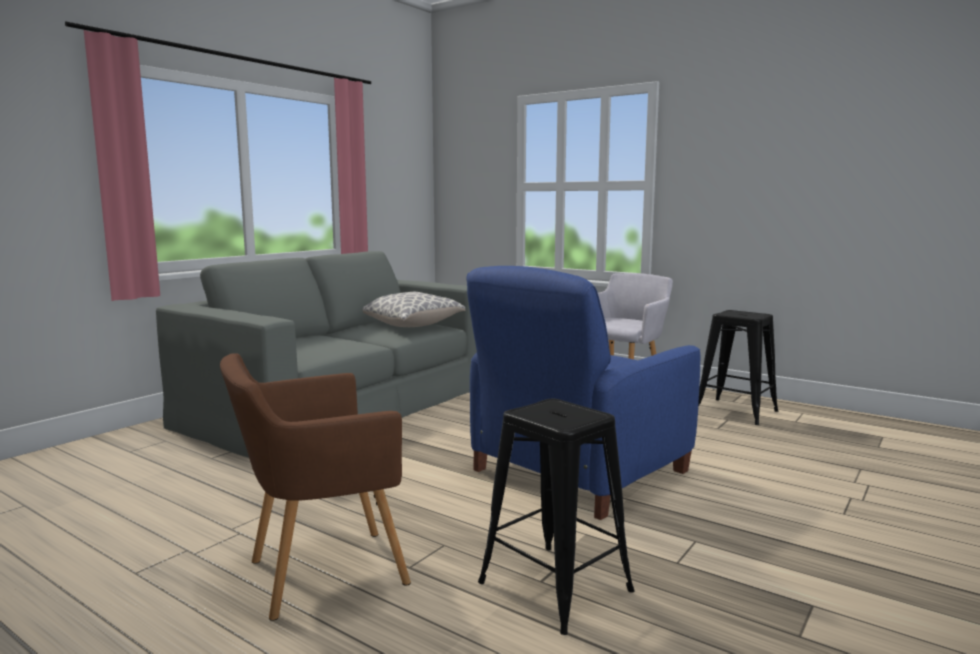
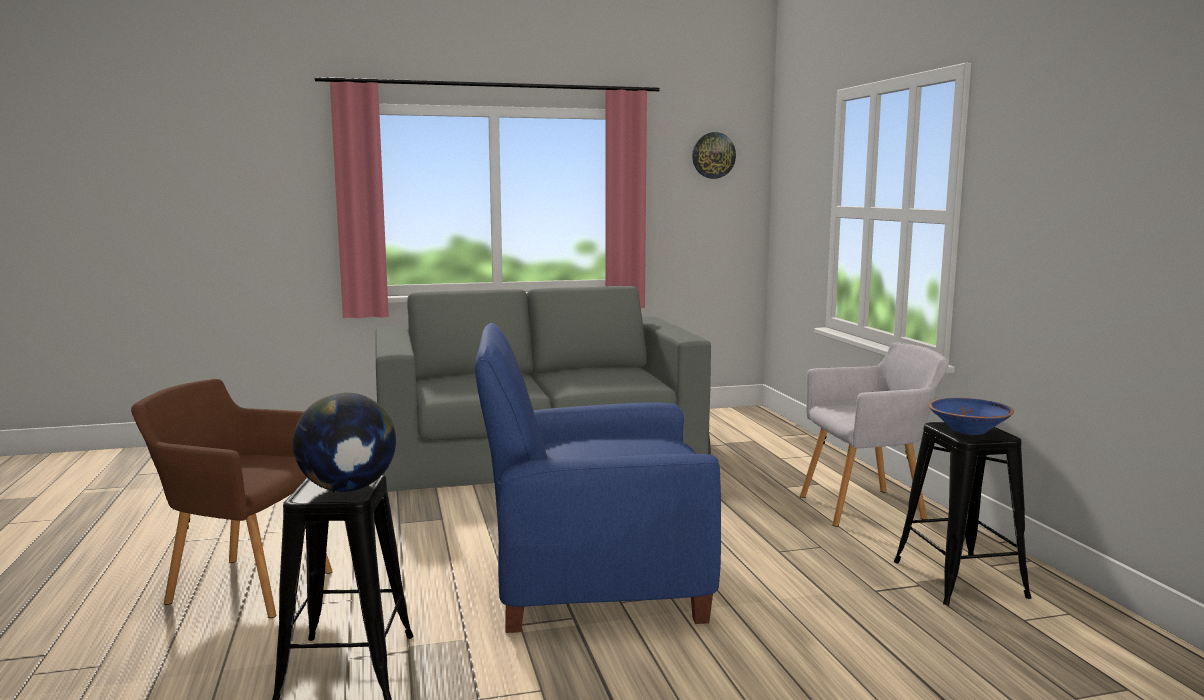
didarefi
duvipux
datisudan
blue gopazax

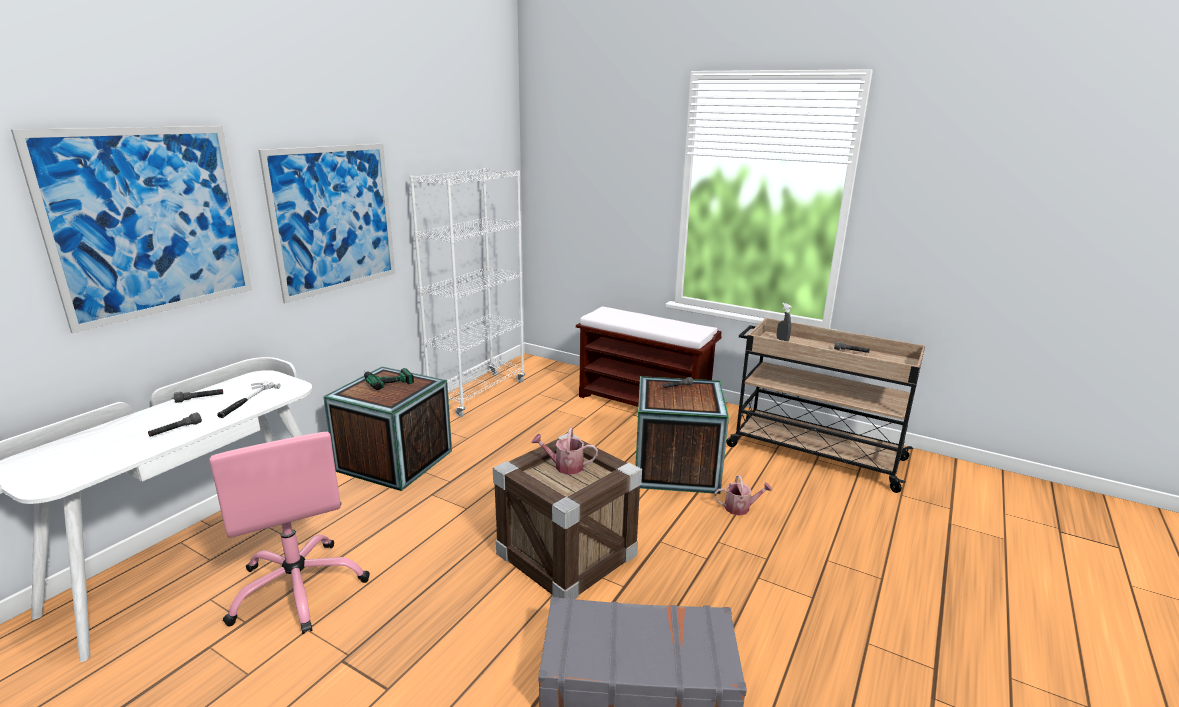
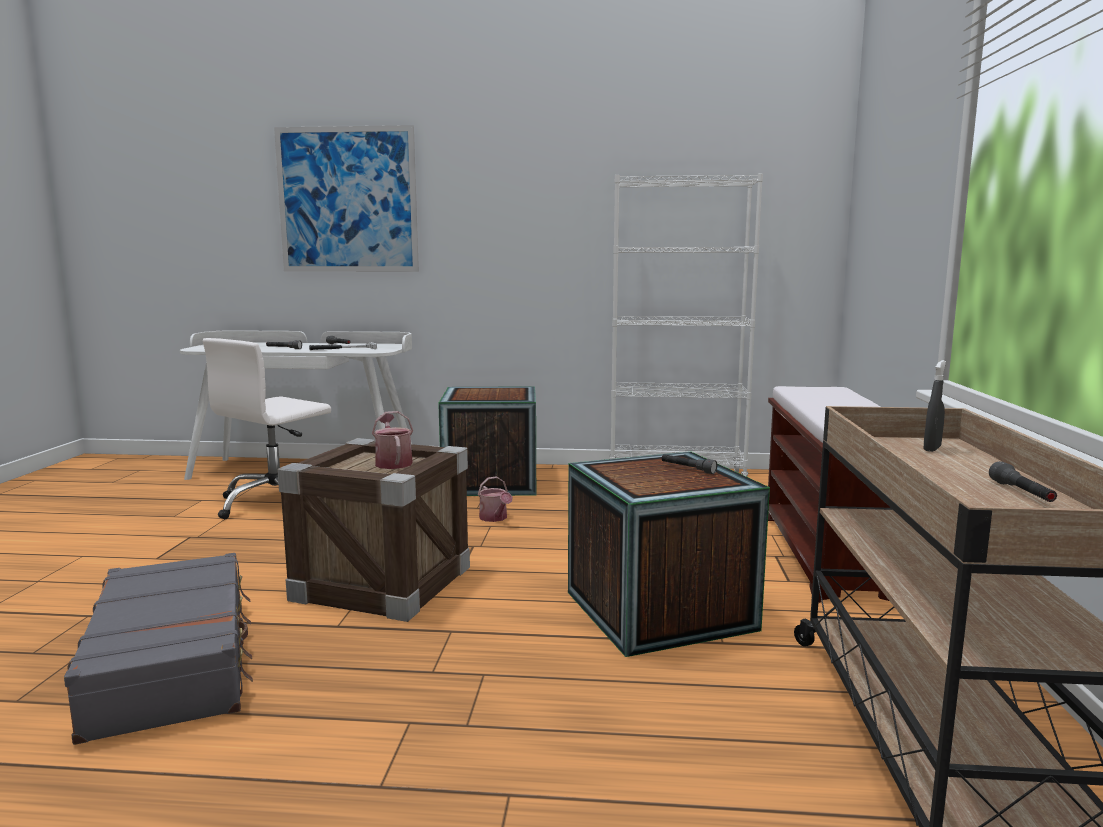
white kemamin
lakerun (2nd from left in the first image)
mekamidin
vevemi (2nd from left)

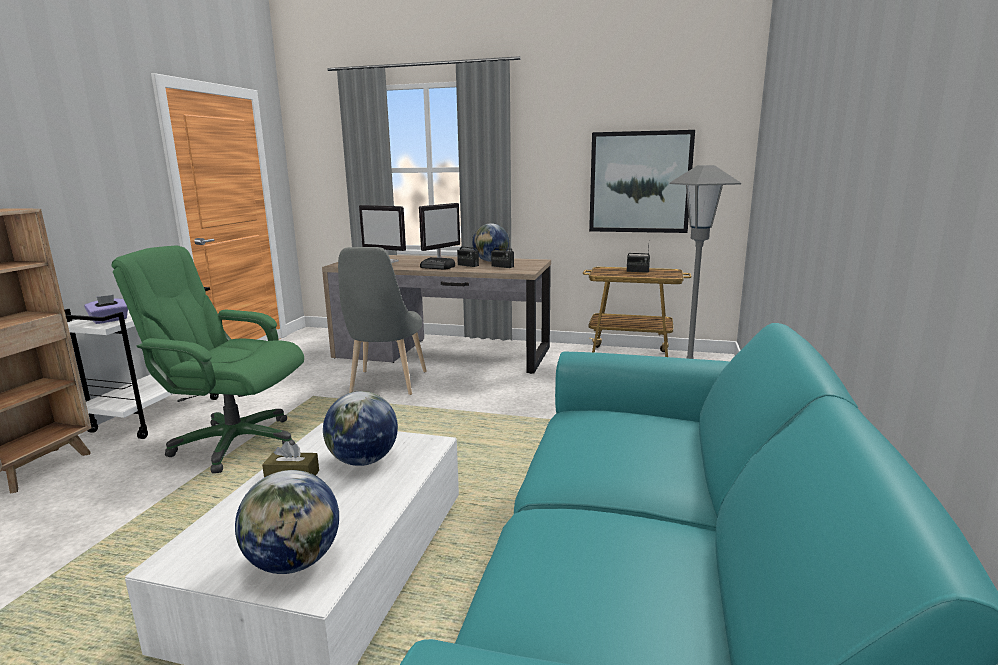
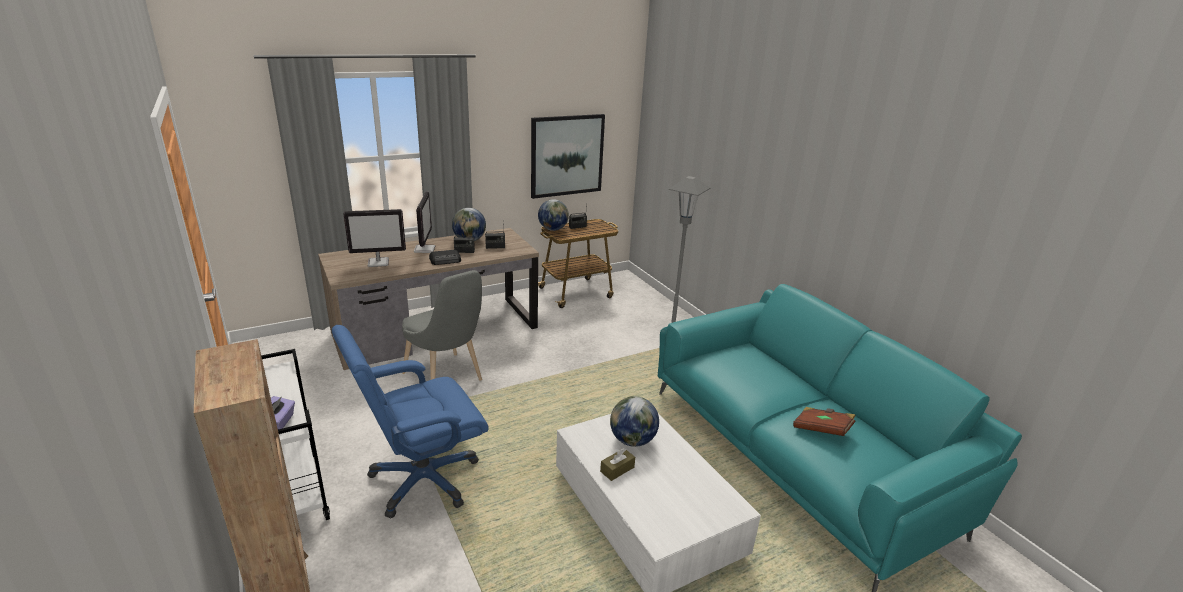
blue kemamin
duvipux (2nd from left)
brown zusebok

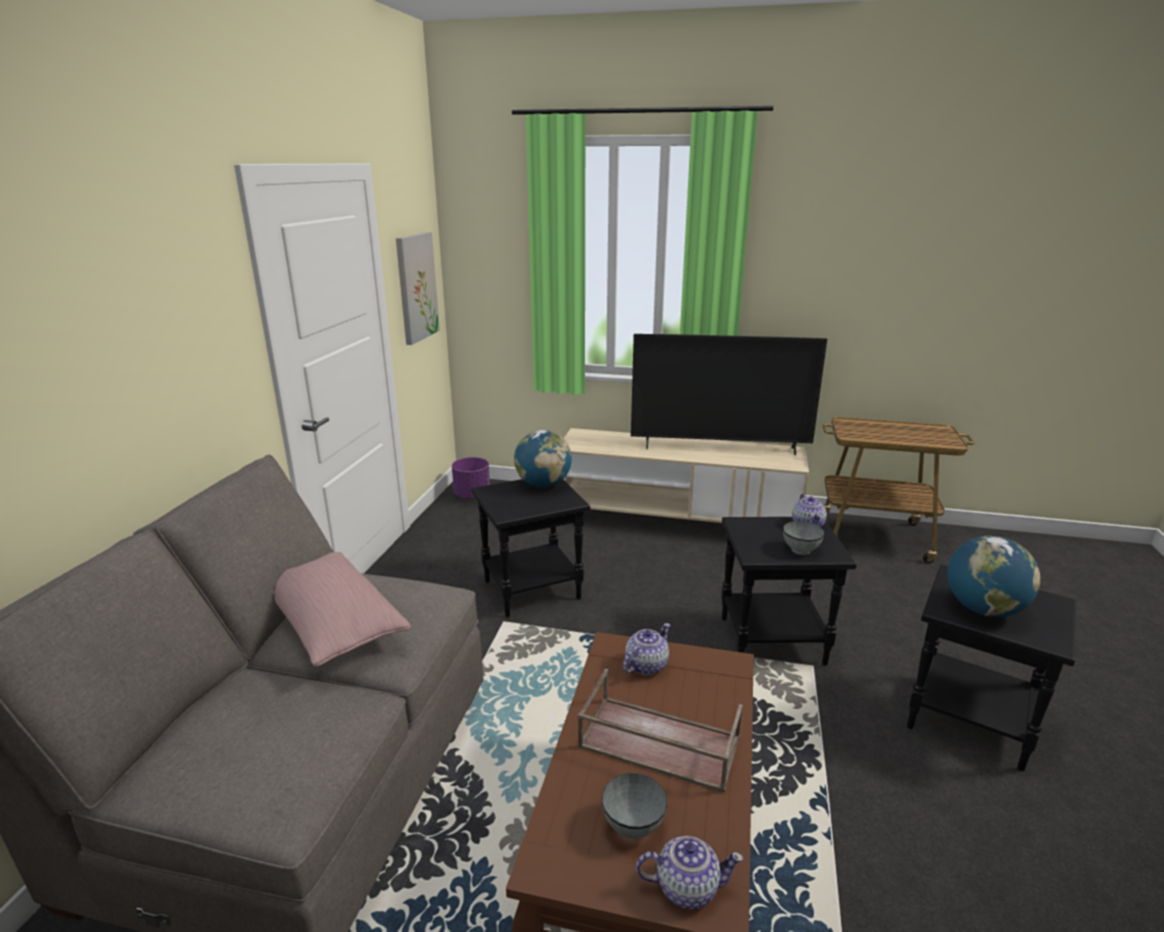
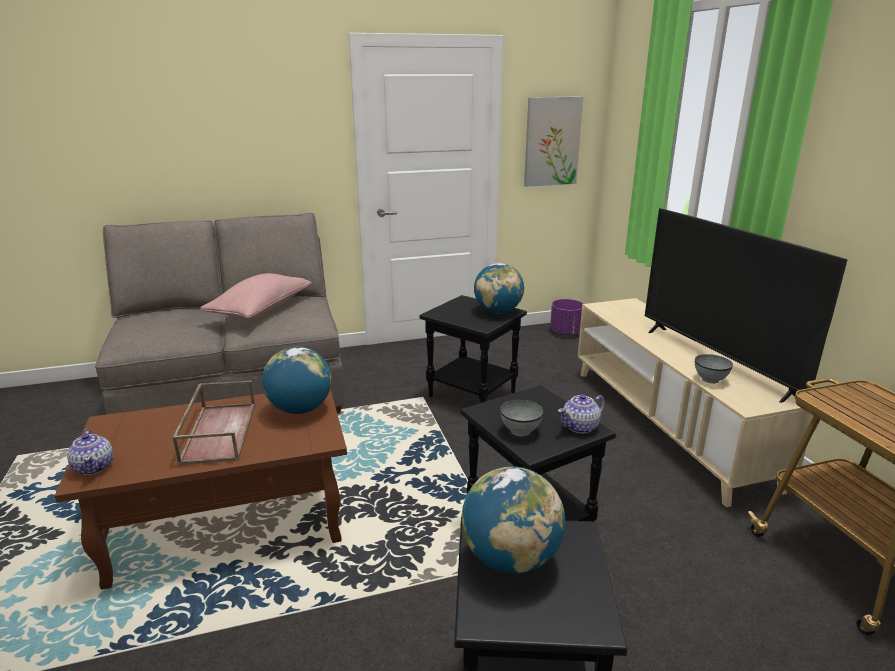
grey gopazax (2nd from left)
duvipux (1st from left)

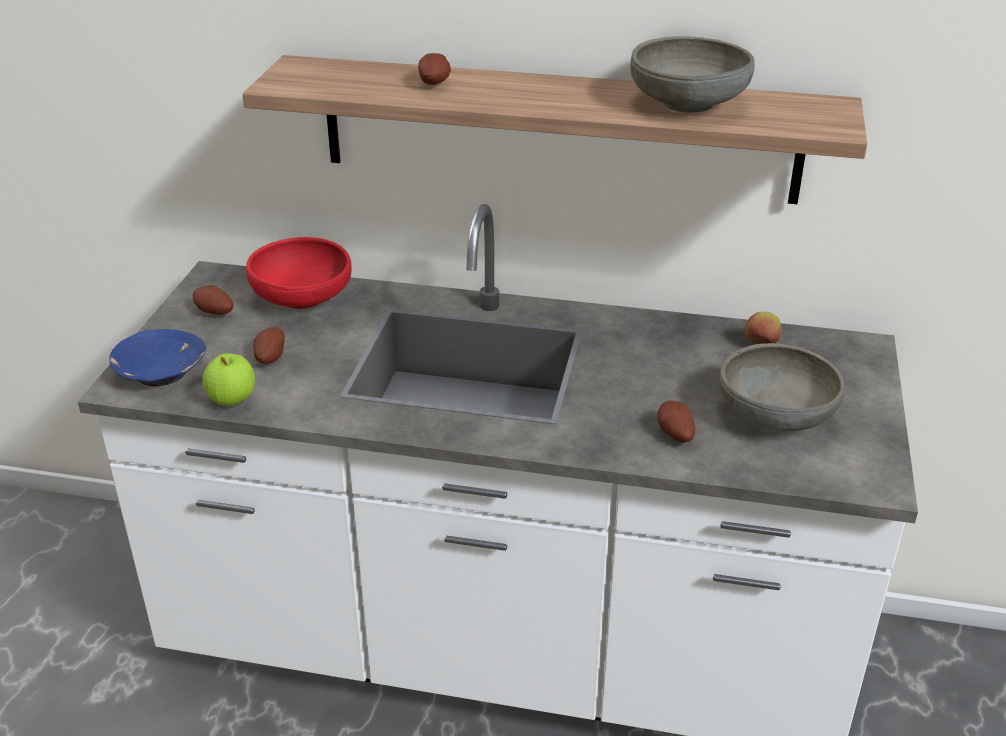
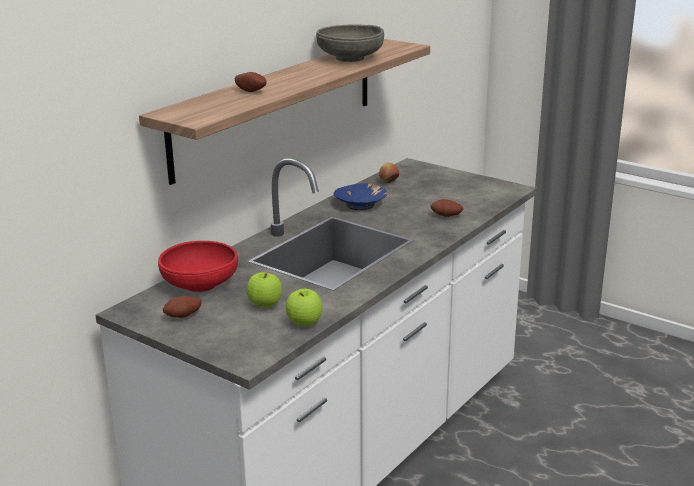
blue gopazax
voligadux (1st from left)
grey gopazax (2nd from left in the first image)

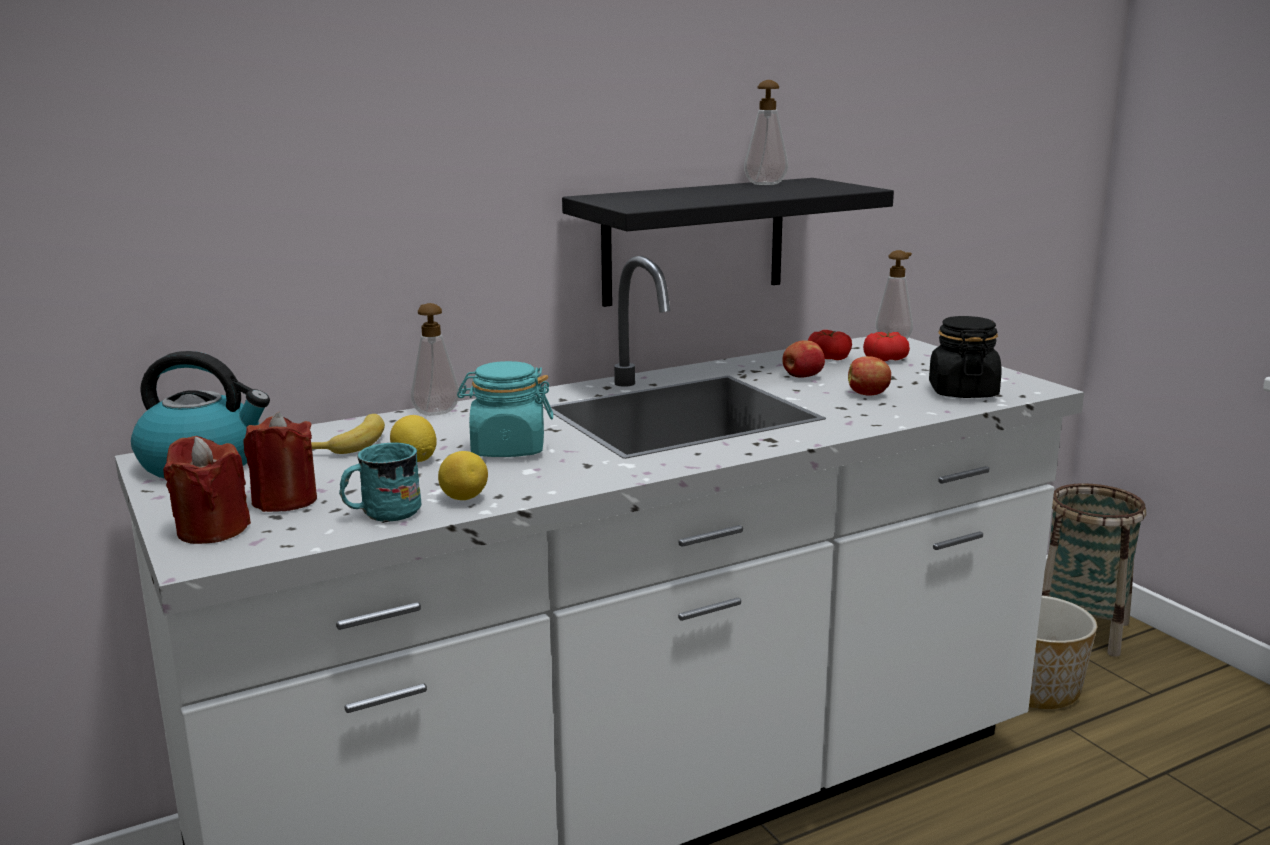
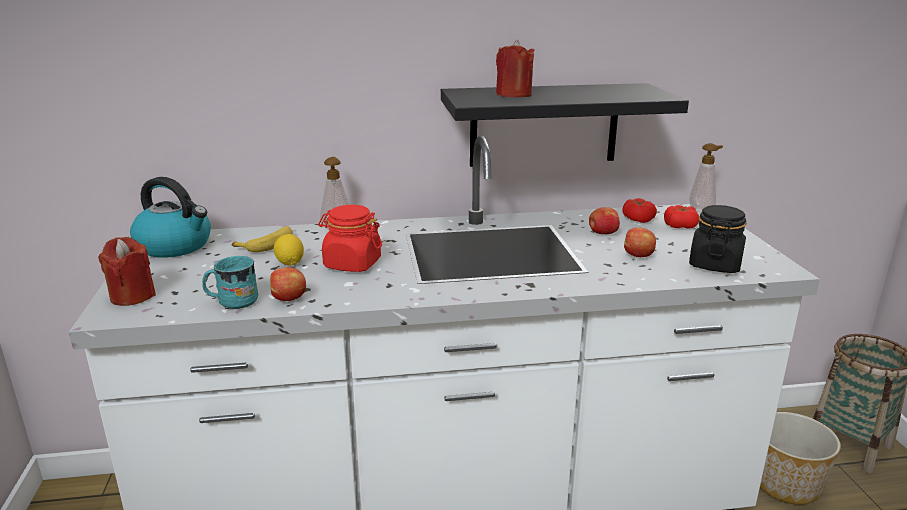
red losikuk (2nd from left)
voligadux (1st from left)
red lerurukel
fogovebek (2nd from left in the first image)

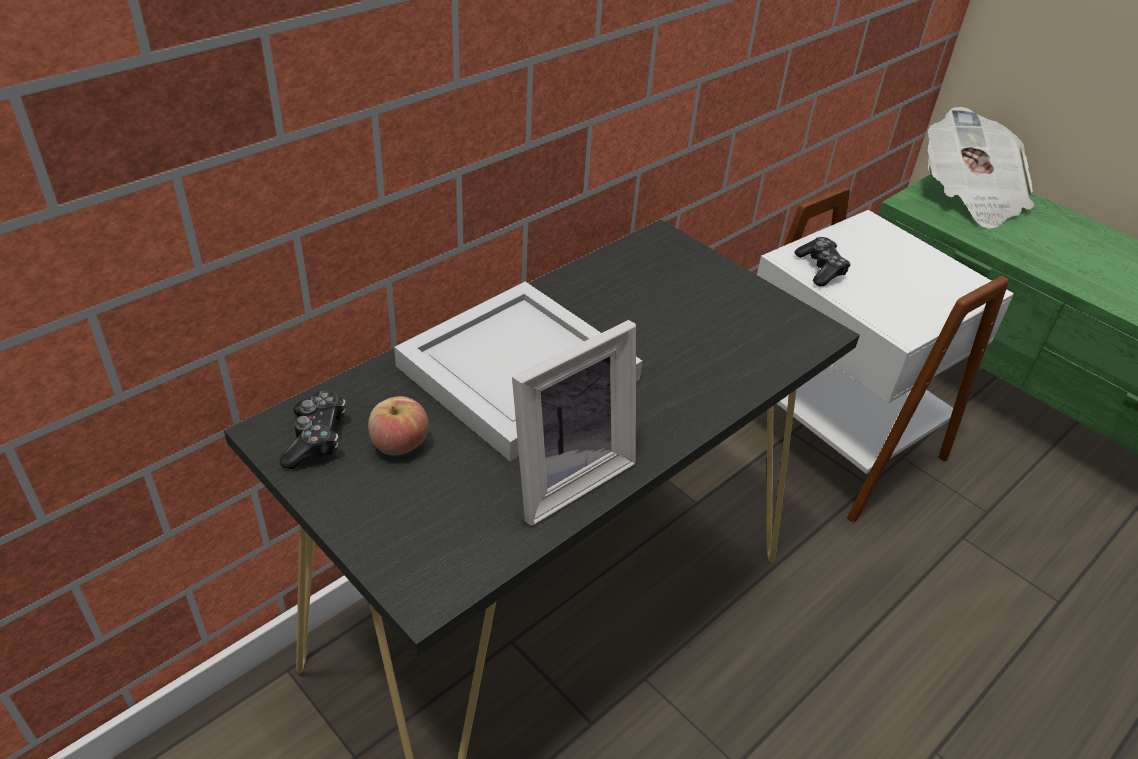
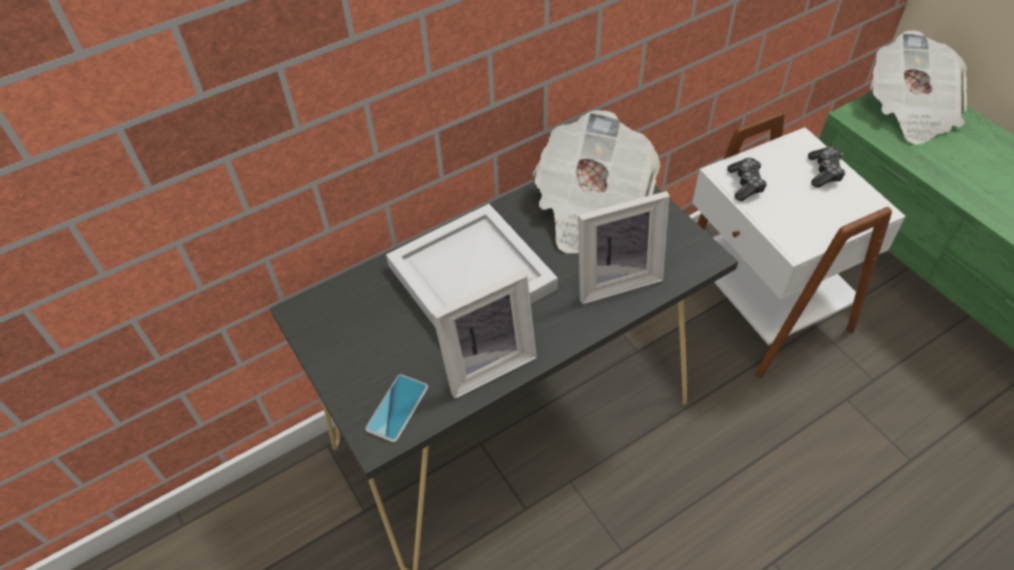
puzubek (2nd from left)
voligadux
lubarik
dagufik (1st from left)
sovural (2nd from left)

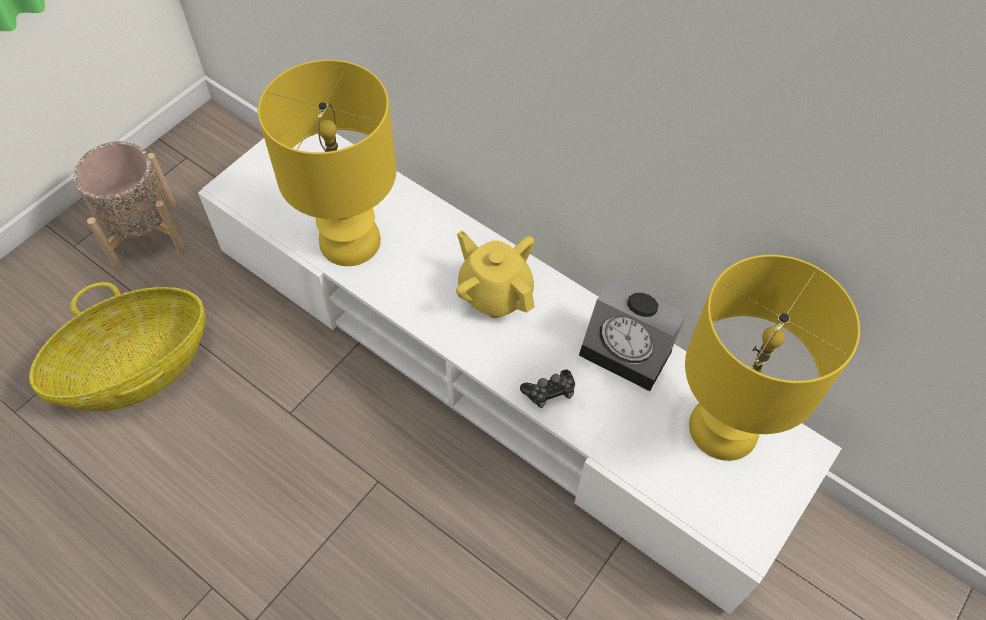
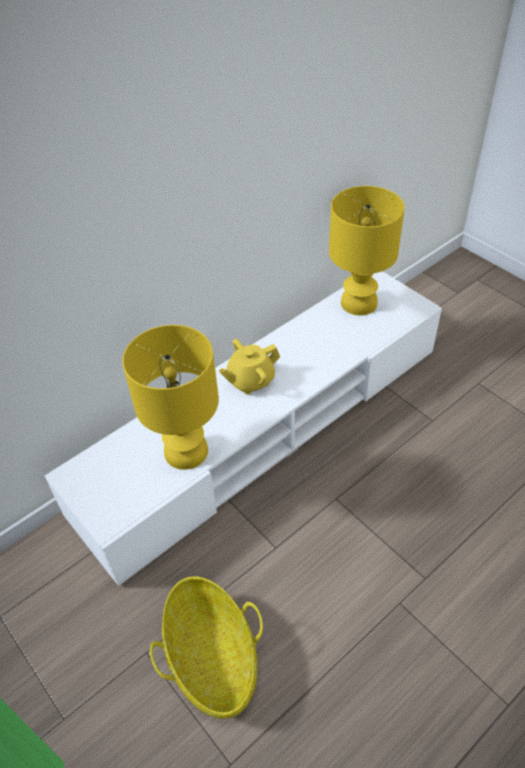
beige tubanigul
puzubek
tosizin

